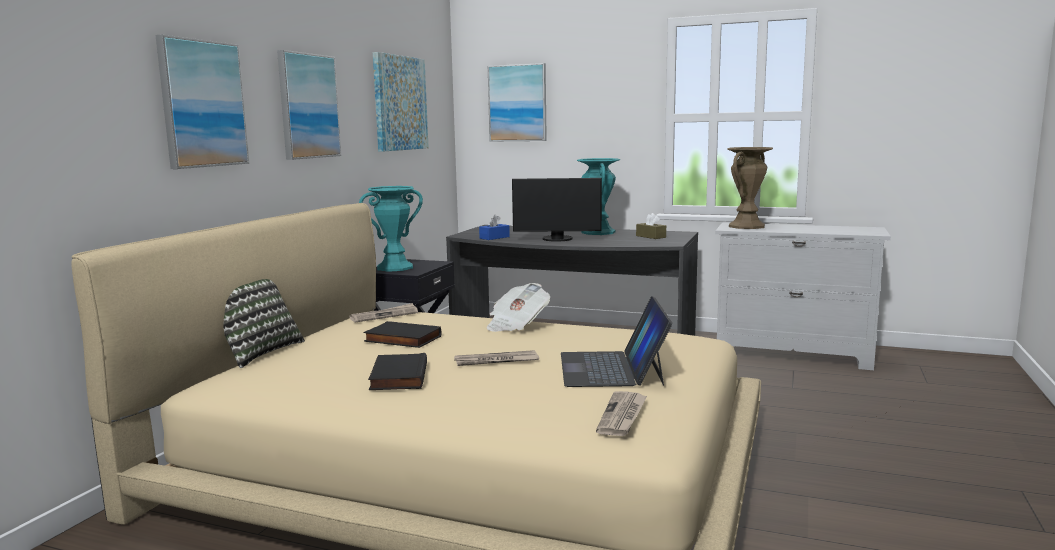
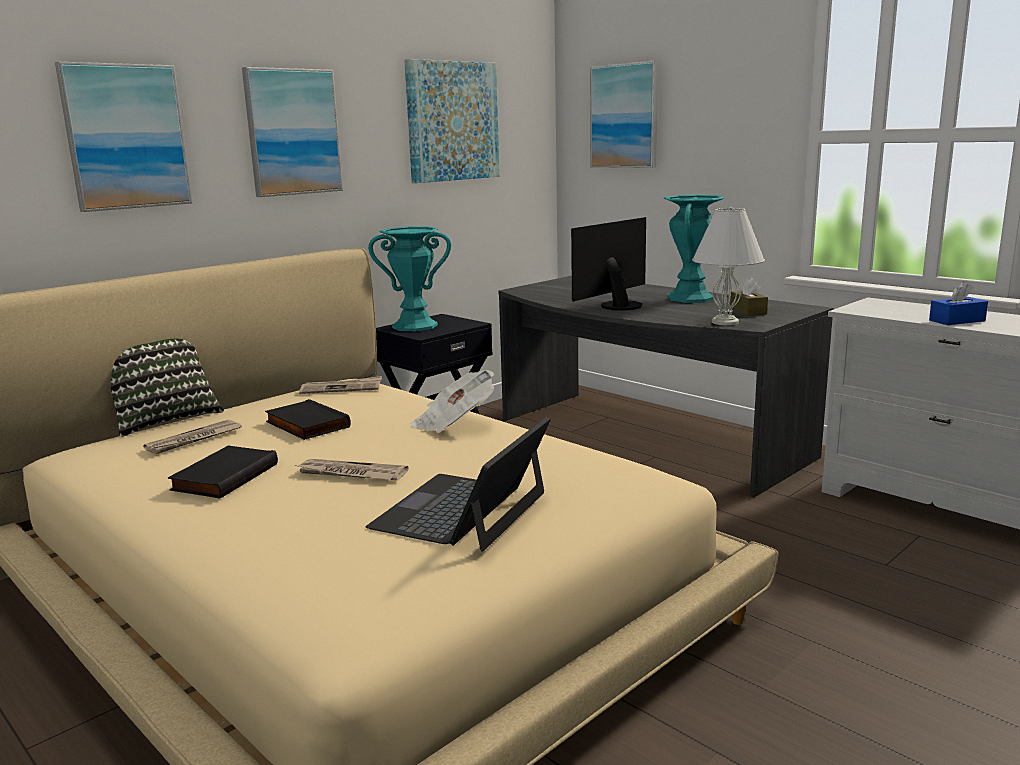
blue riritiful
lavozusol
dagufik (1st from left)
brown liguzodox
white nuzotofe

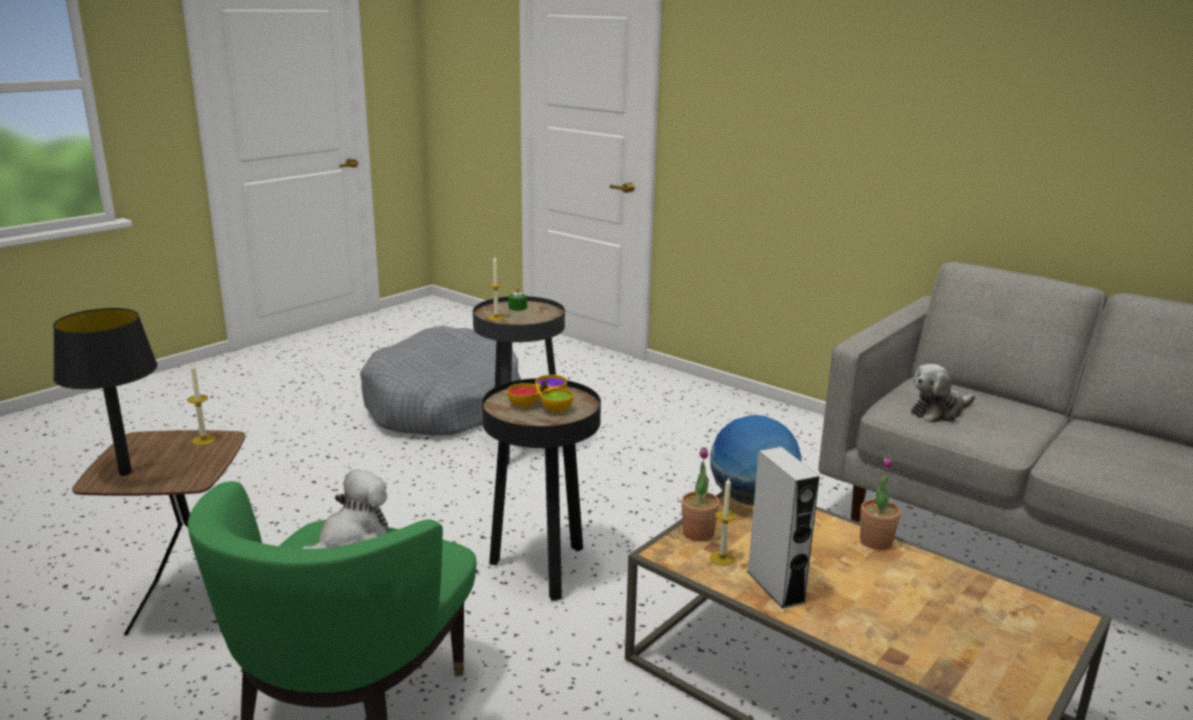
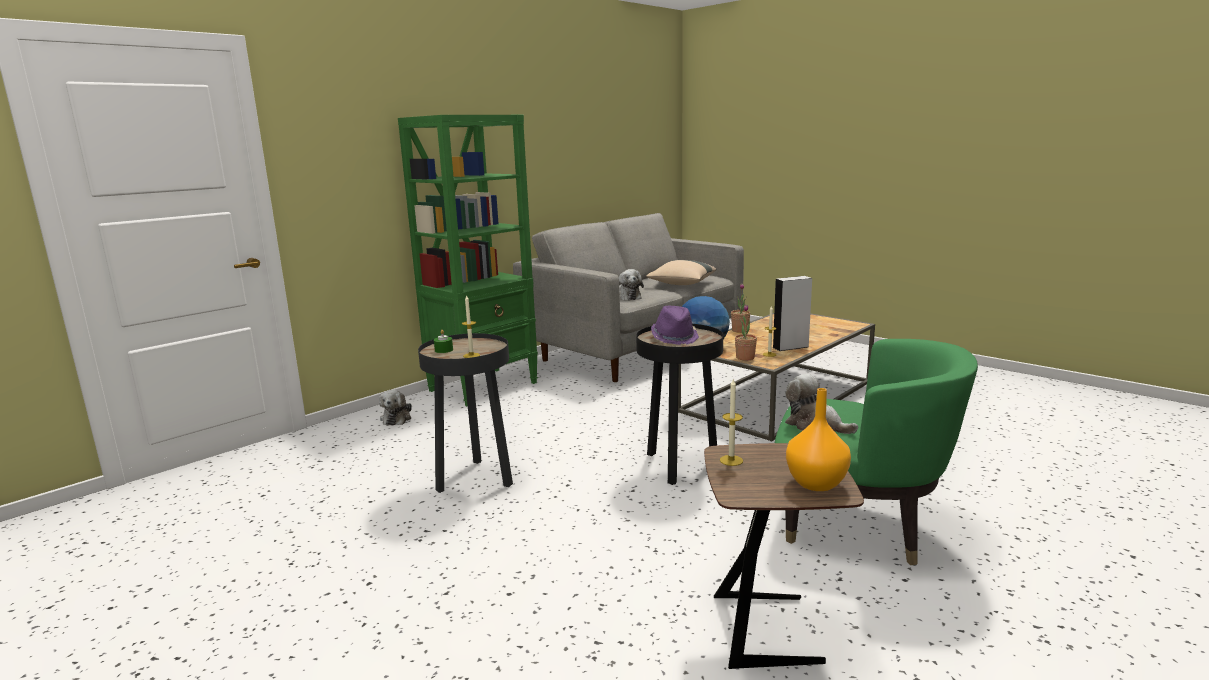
orange liguzodox
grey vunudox
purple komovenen
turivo (1st from left)
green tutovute
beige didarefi

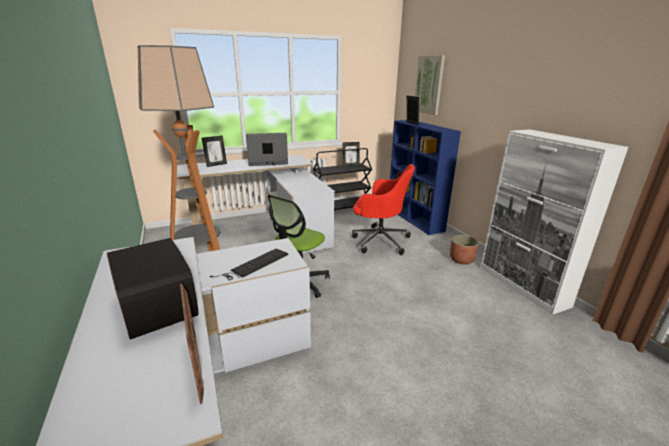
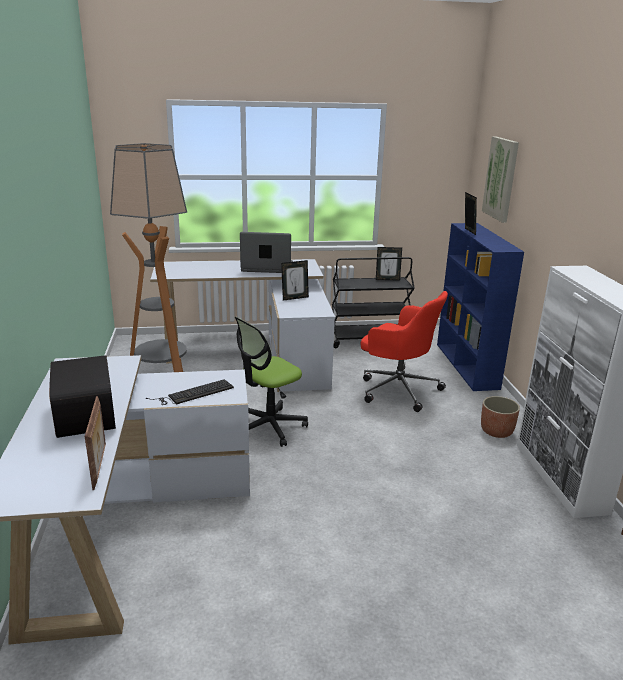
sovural (2nd from left)

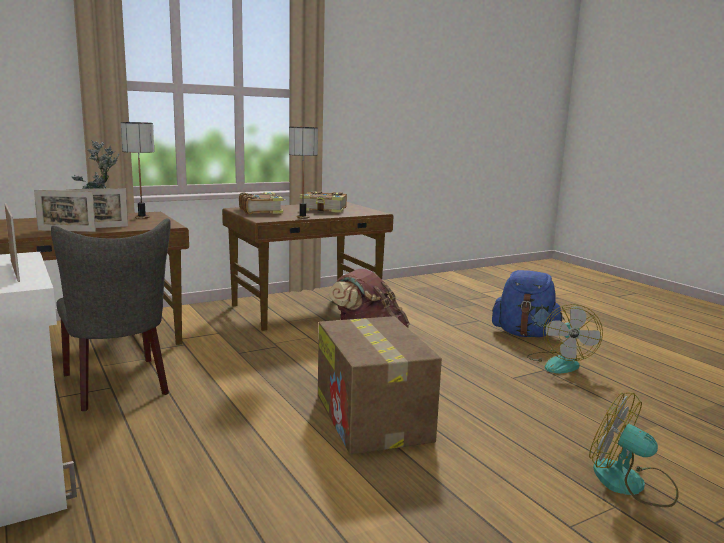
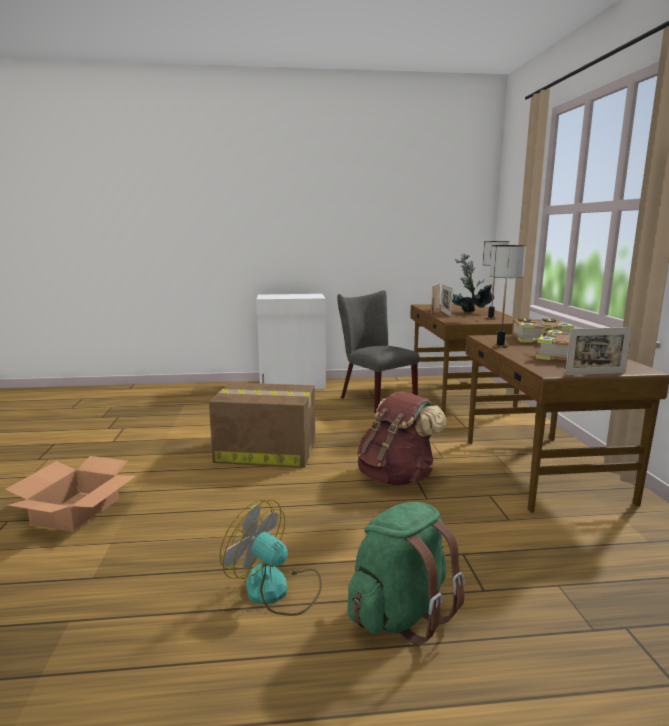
sovural (3rd from left)
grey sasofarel
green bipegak
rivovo (1st from left)

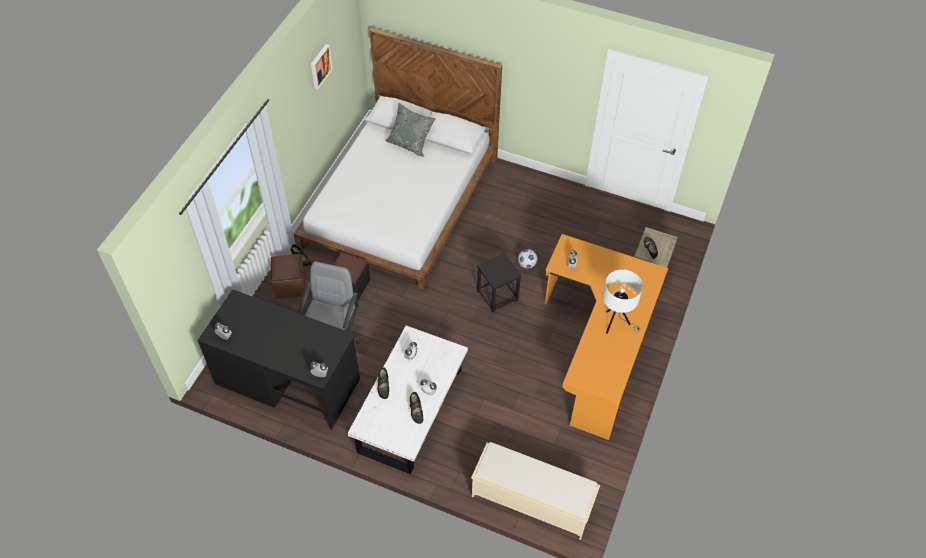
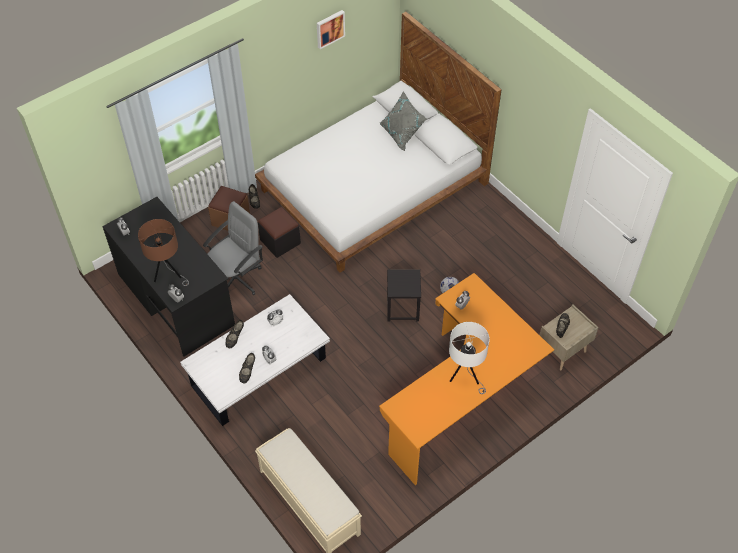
brown nuzotofe

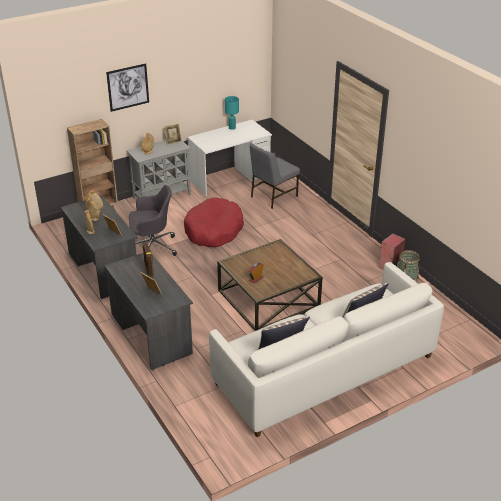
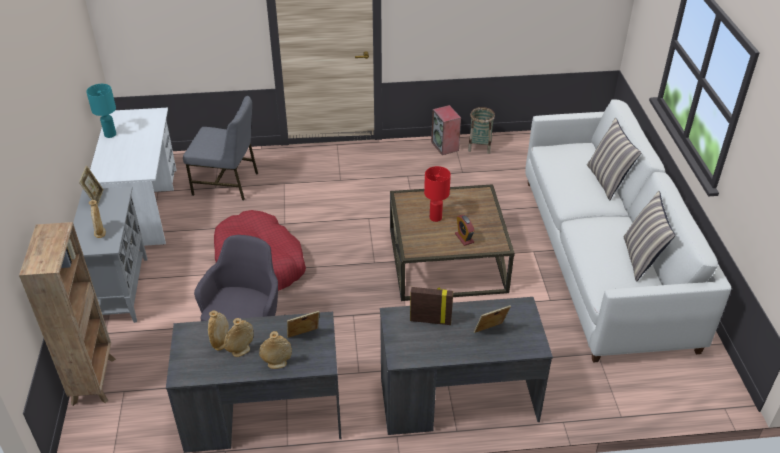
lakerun
grey sasofarel
red nuzotofe

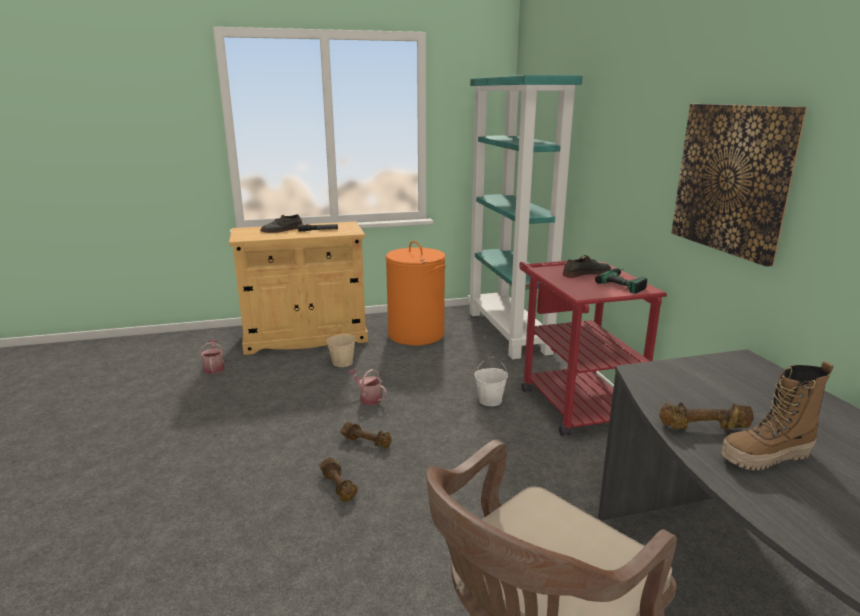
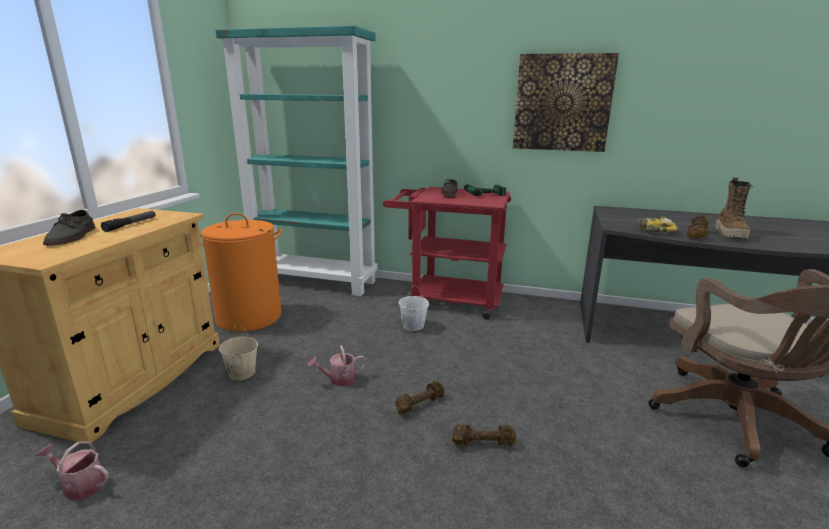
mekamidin (2nd from left)

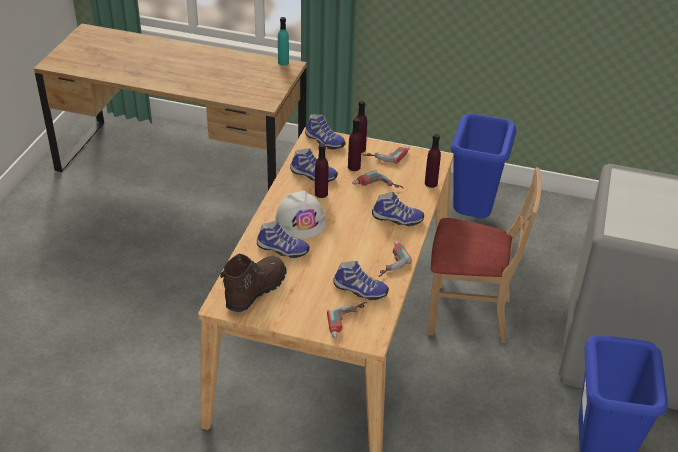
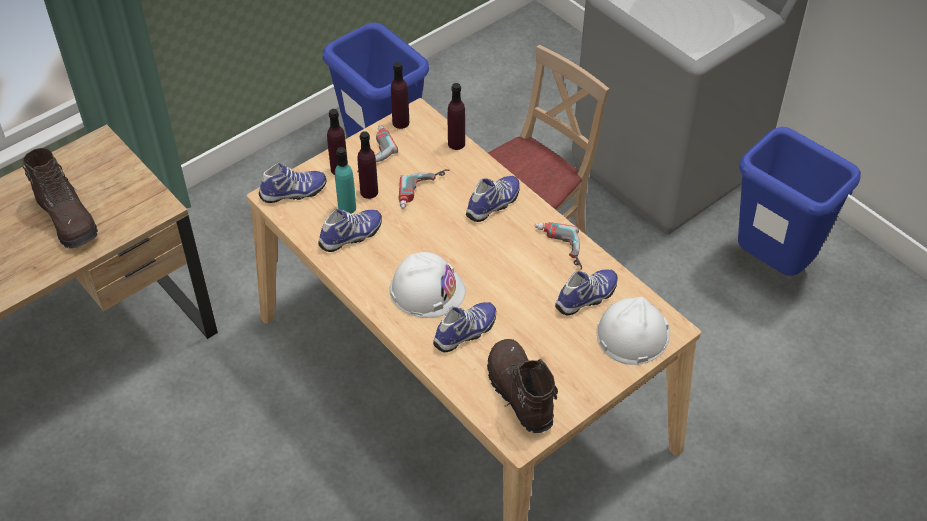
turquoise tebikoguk
purple tebikoguk (3rd from left)
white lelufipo (2nd from left)
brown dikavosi (1st from left)

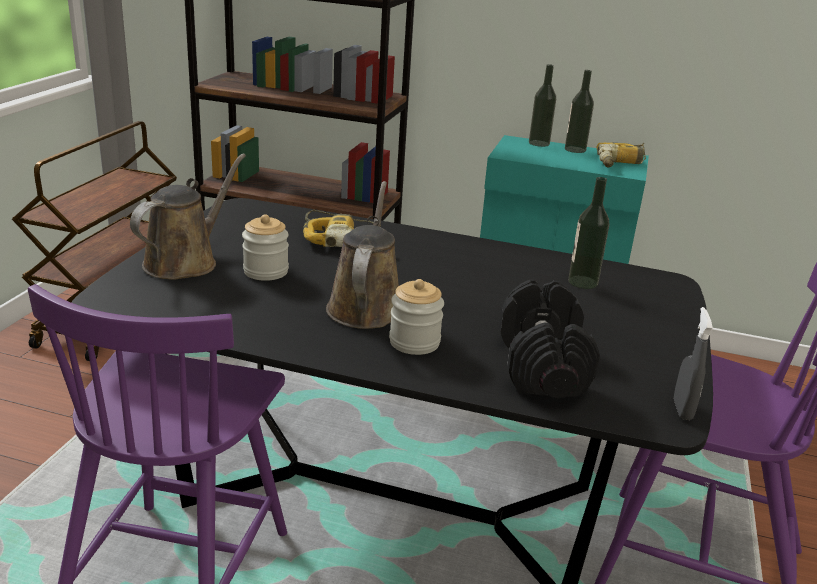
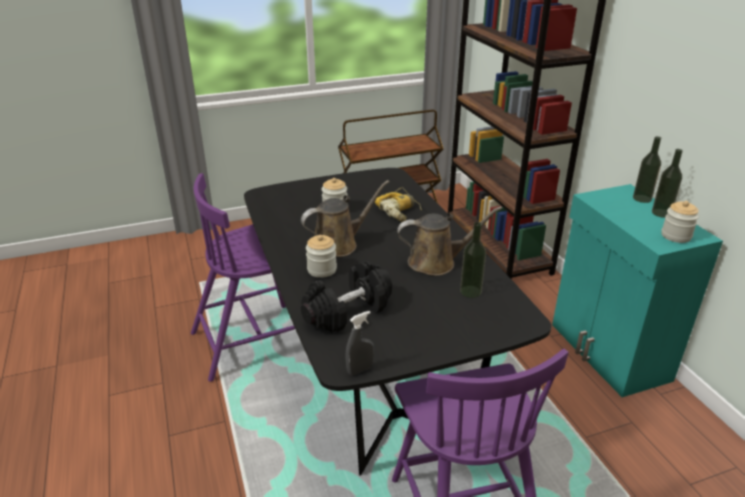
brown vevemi (2nd from left)
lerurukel (3rd from left)

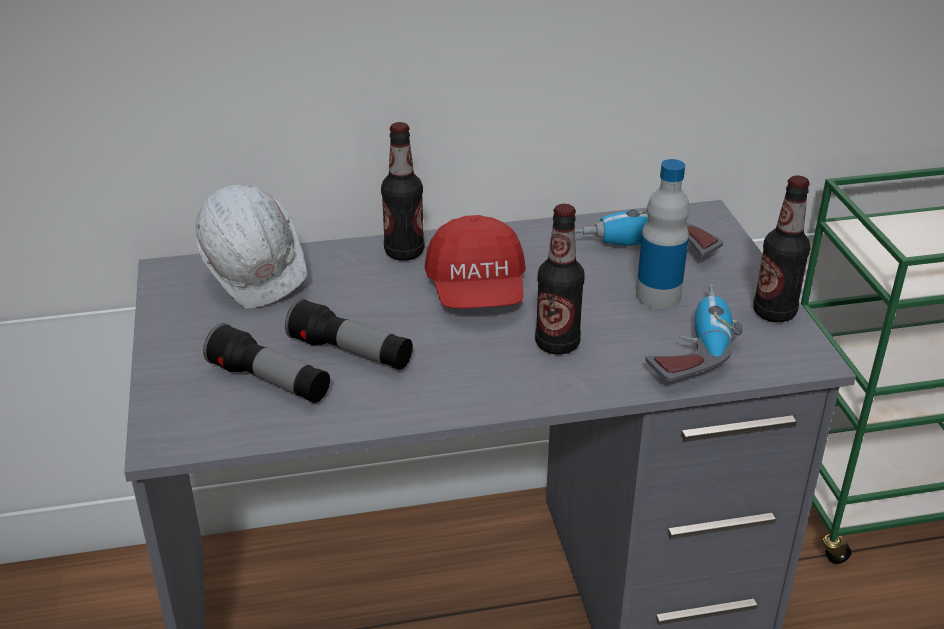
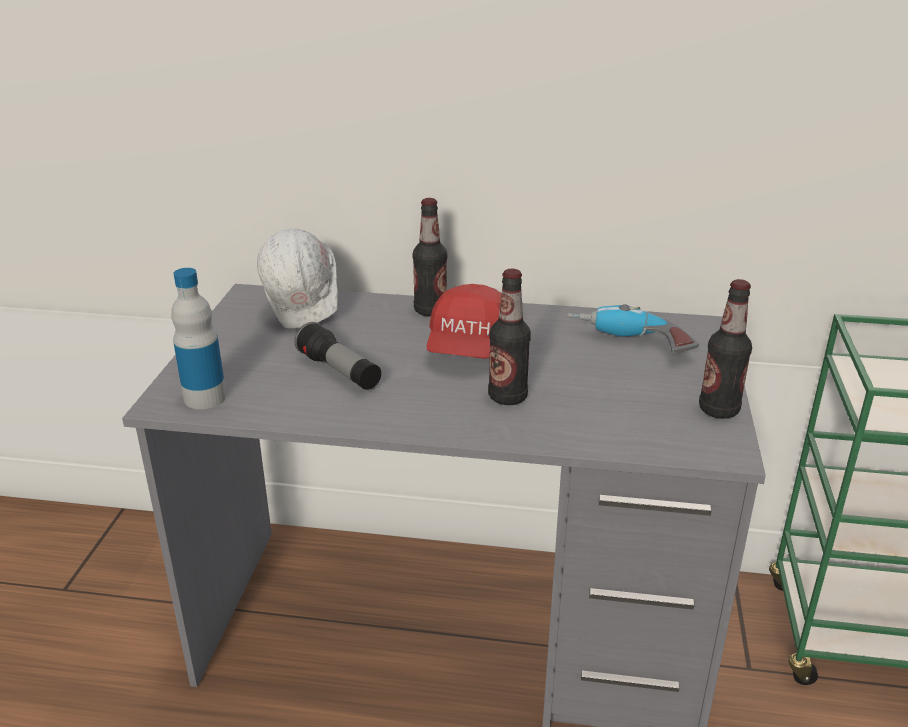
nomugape (1st from left in the first image)
tebikoguk (1st from left)
mekamidin (2nd from left in the first image)

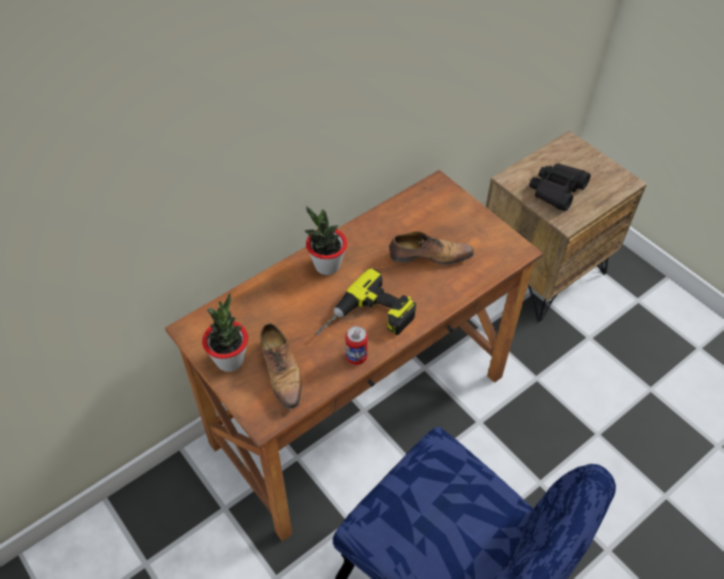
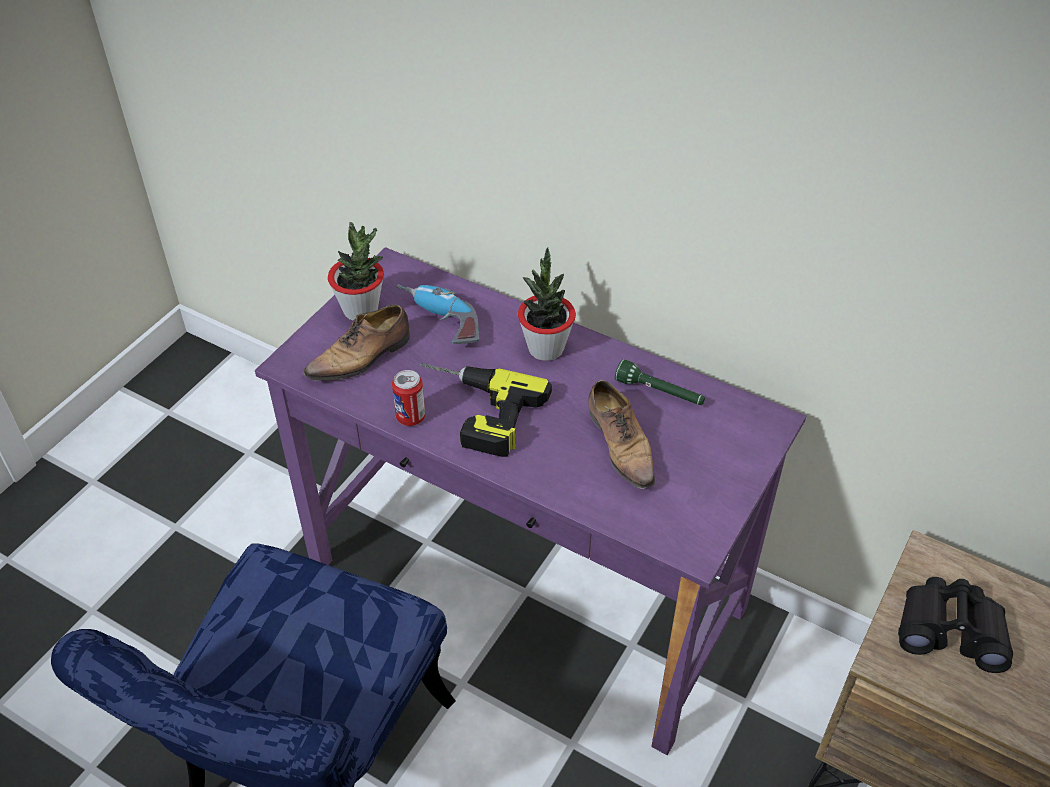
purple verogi
mekamidin (1st from left)
green nomugape

